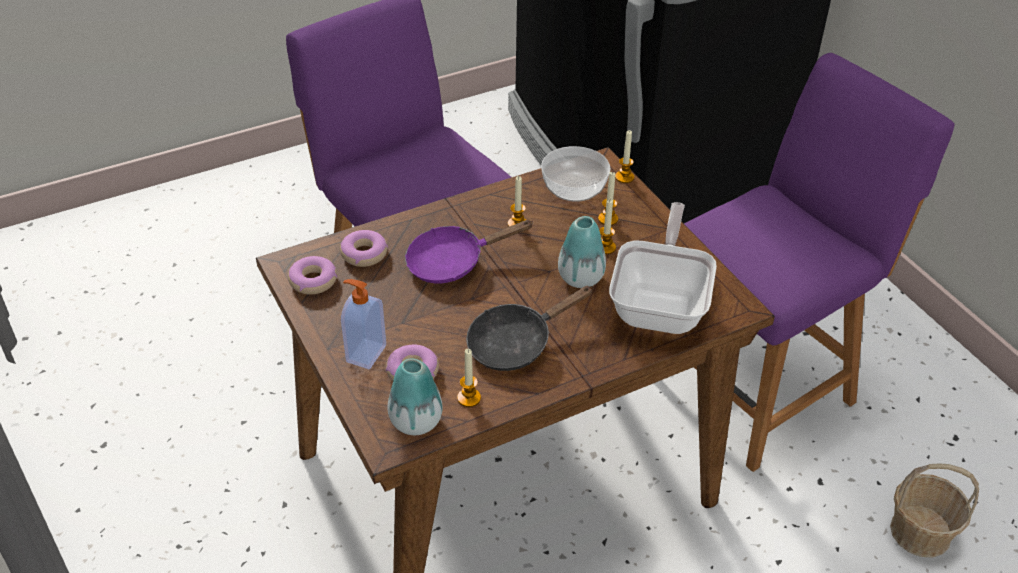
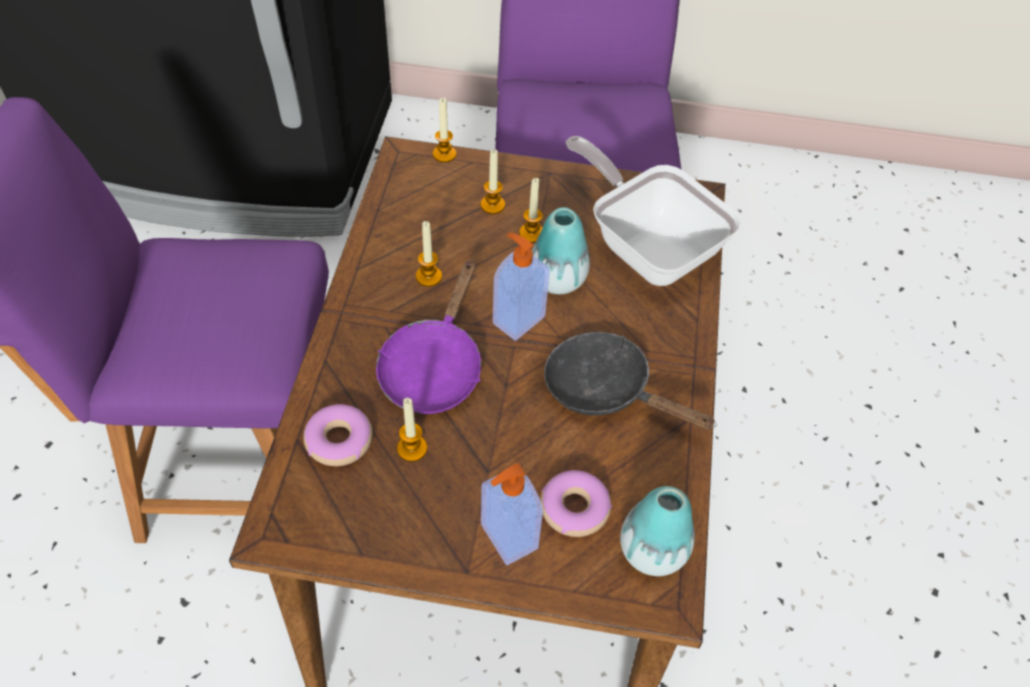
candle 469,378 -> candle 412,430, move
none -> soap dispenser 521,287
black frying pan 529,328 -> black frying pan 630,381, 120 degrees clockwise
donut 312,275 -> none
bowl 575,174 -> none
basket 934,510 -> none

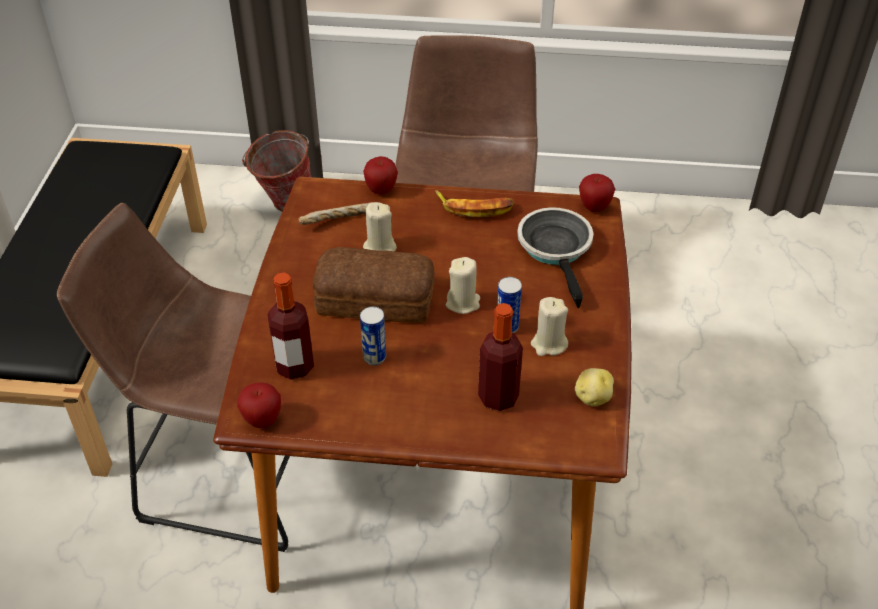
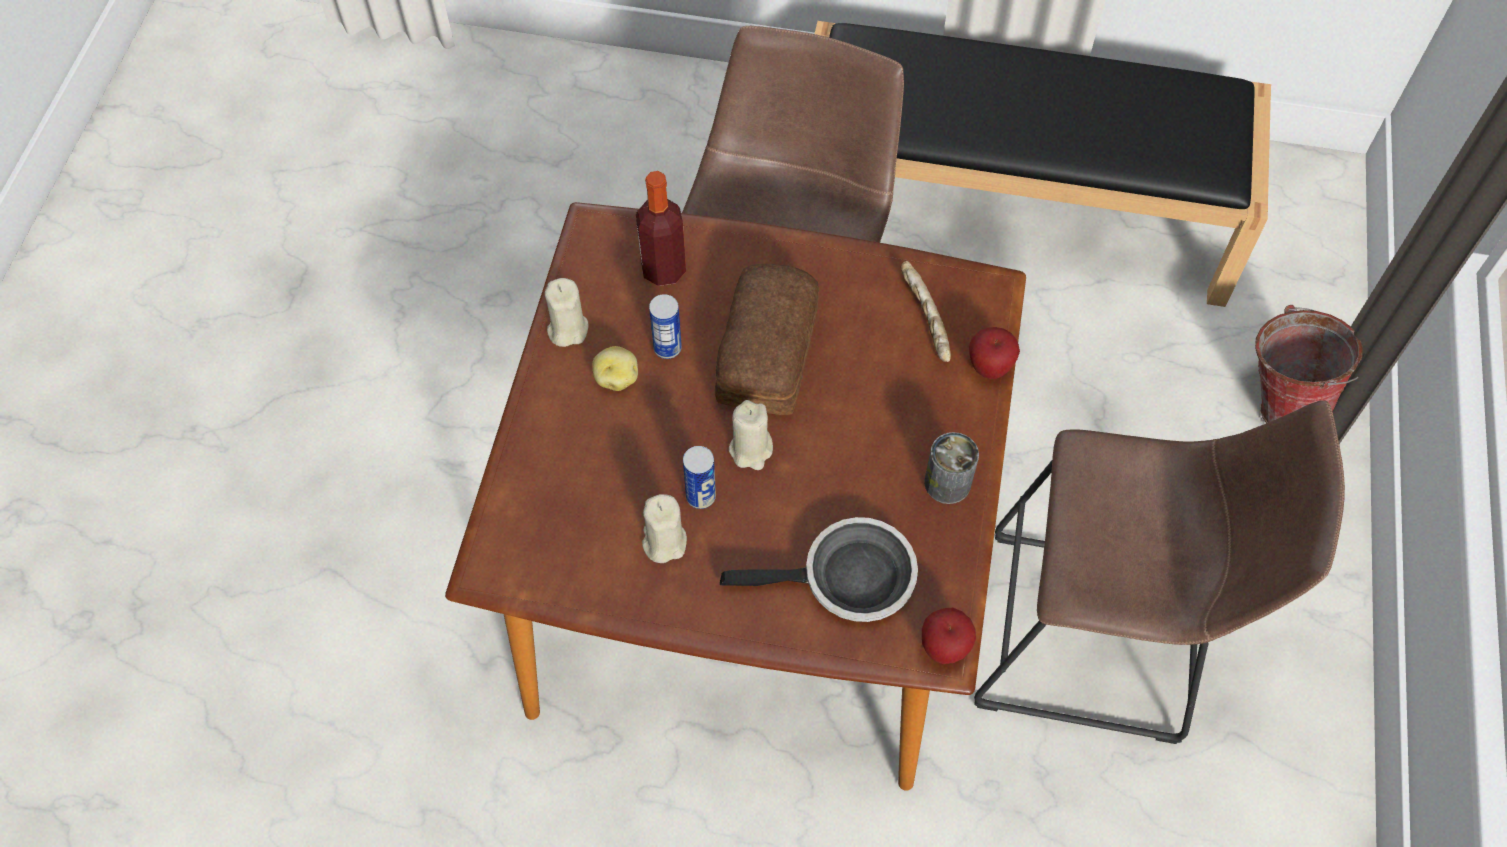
beige candle 380,226 -> beige candle 567,312, move
potato 594,387 -> potato 615,368, move
banana 474,203 -> can 951,468
apple 259,405 -> none
bottle 500,357 -> none

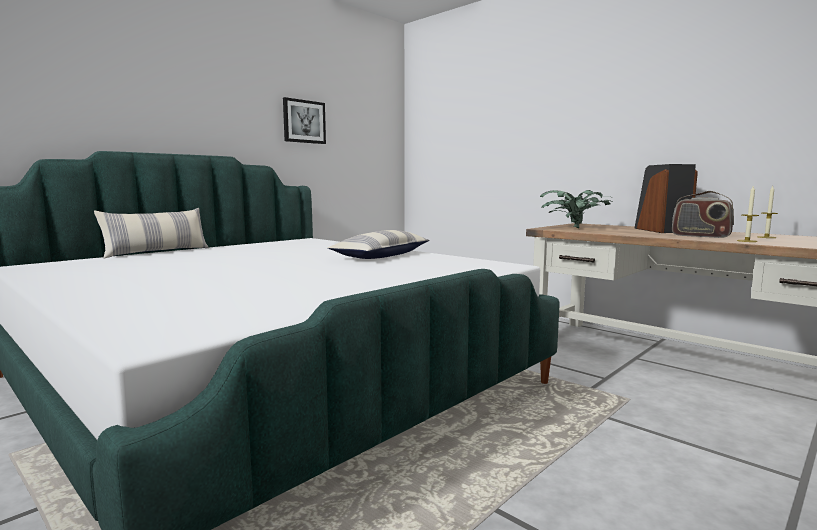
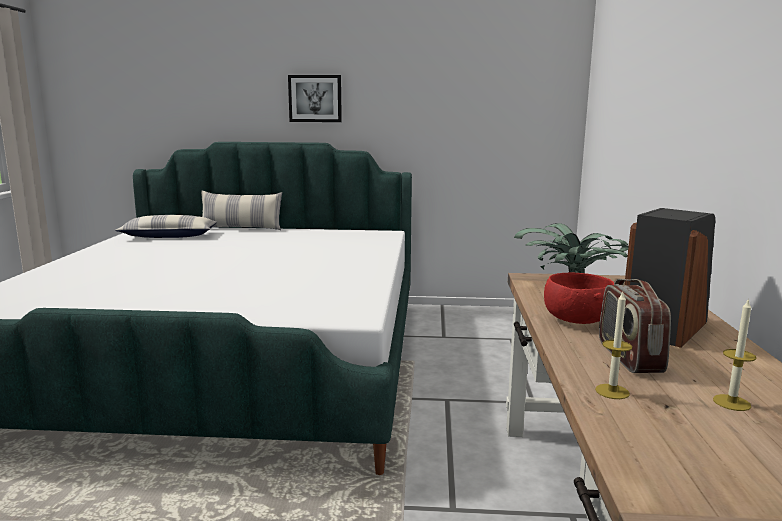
pillow 379,244 -> pillow 166,226, move
picture 304,120 -> picture 315,98, move
none -> red bowl 579,298

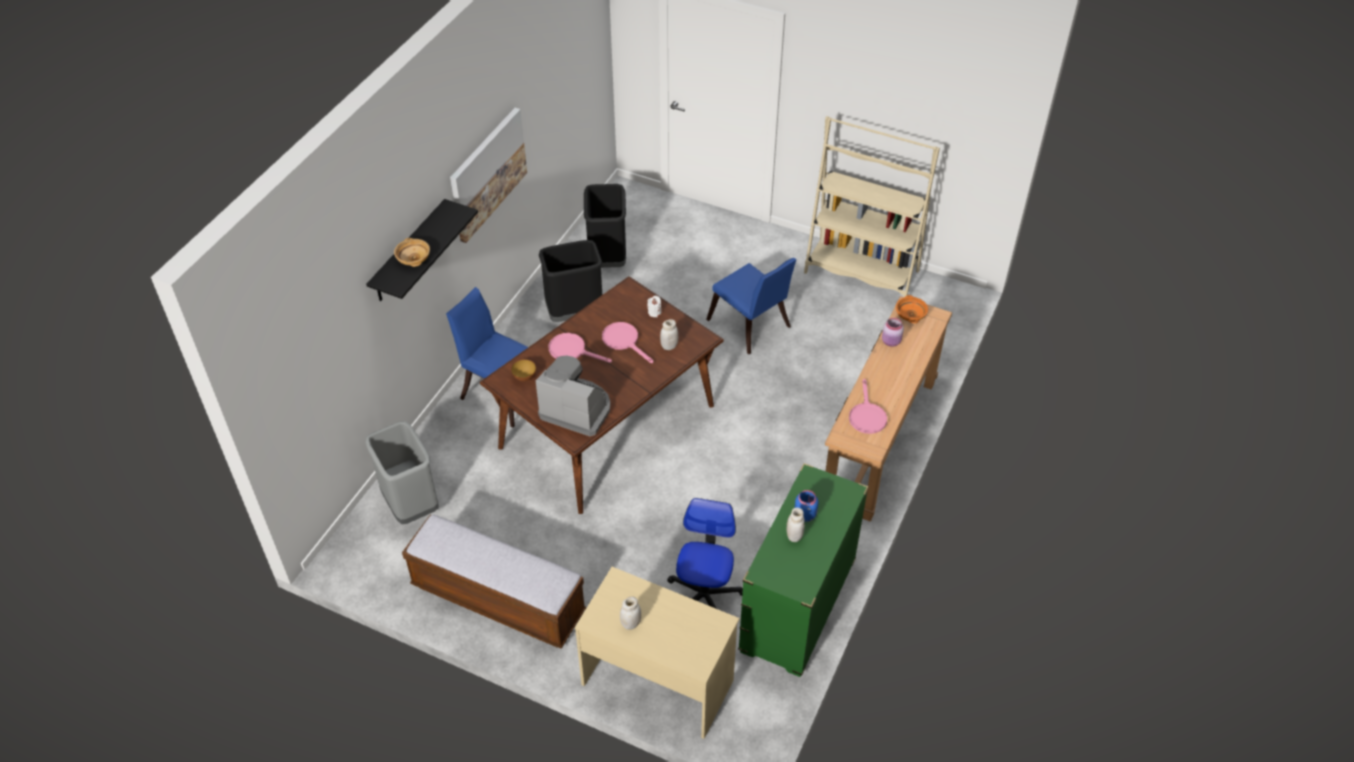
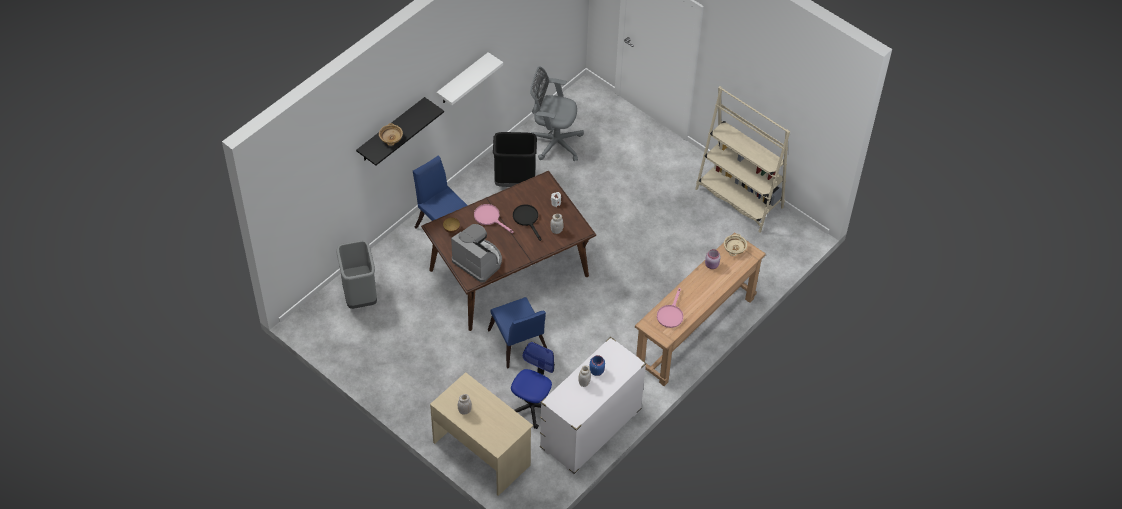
picture 488,175 -> white shelf 470,78
blue chair 751,306 -> blue chair 517,333, move
pink frying pan 627,342 -> black frying pan 527,222
black trash can 605,226 -> grey office chair 557,113
green dresser 803,570 -> white dresser 593,406
orange bowl 912,309 -> beige bowl 735,245
bench 494,581 -> none

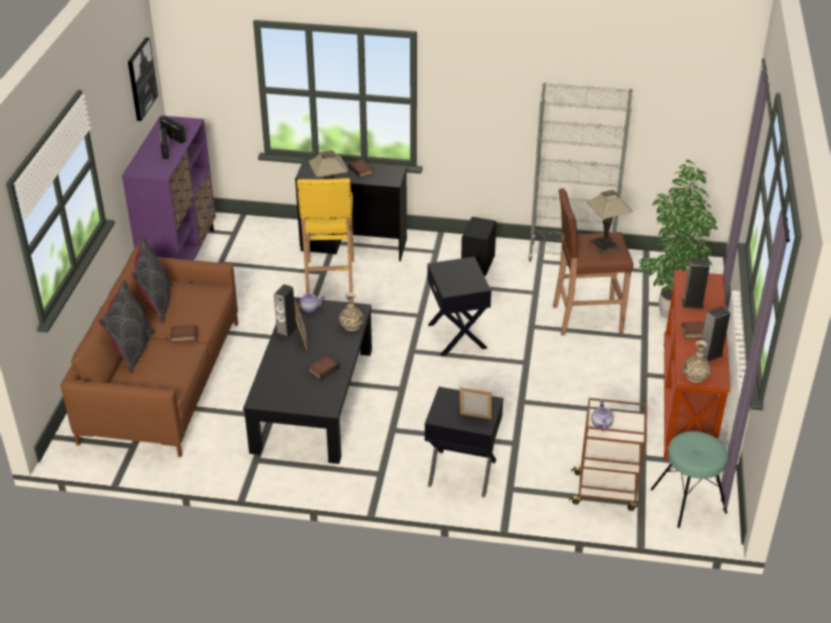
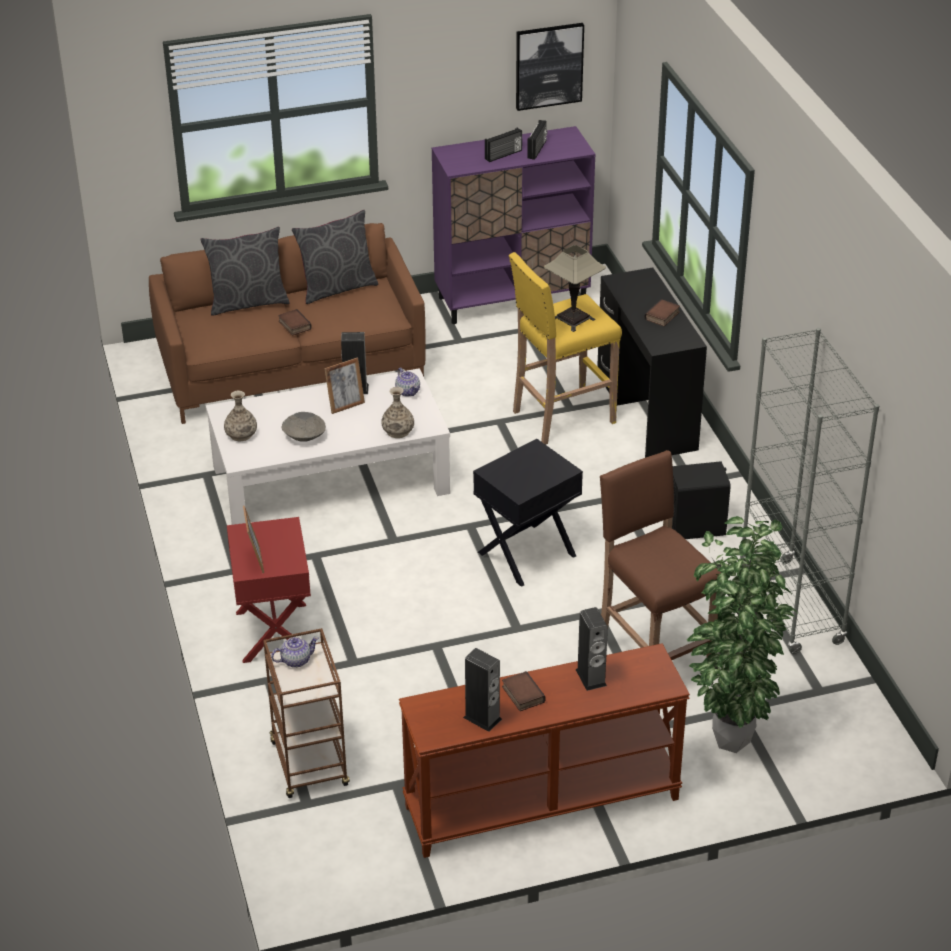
black coffee table 307,380 -> white coffee table 328,446
vase 697,361 -> vase 240,416, move
black side table 464,442 -> red side table 269,590
book 324,367 -> grey bowl 303,427
table lamp 609,222 -> none
turquoise stool 689,479 -> none

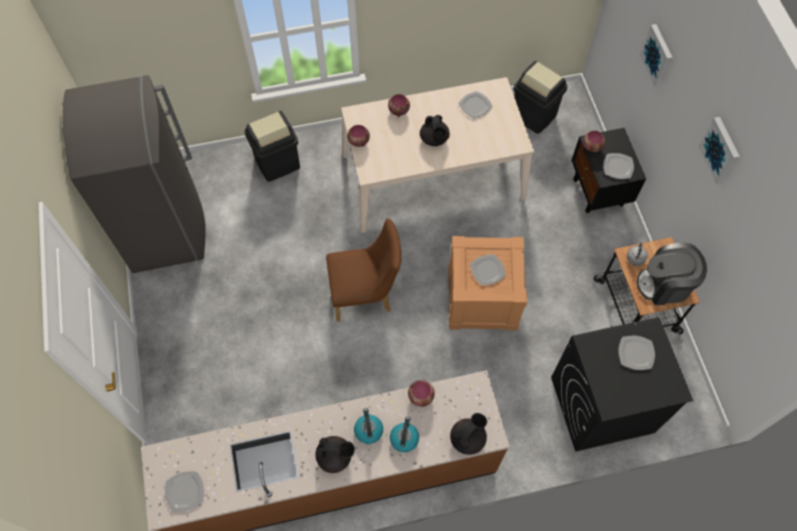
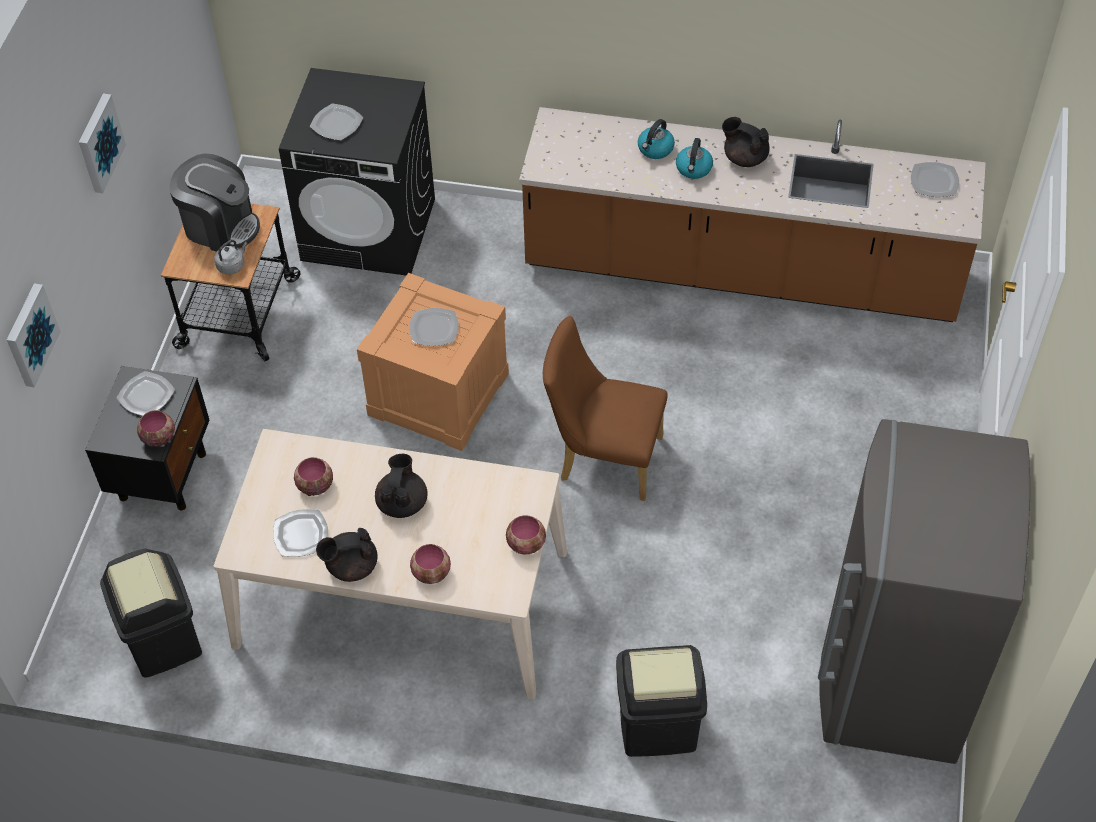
bowl 421,393 -> bowl 313,476, move
black teapot 468,434 -> black teapot 346,555, move

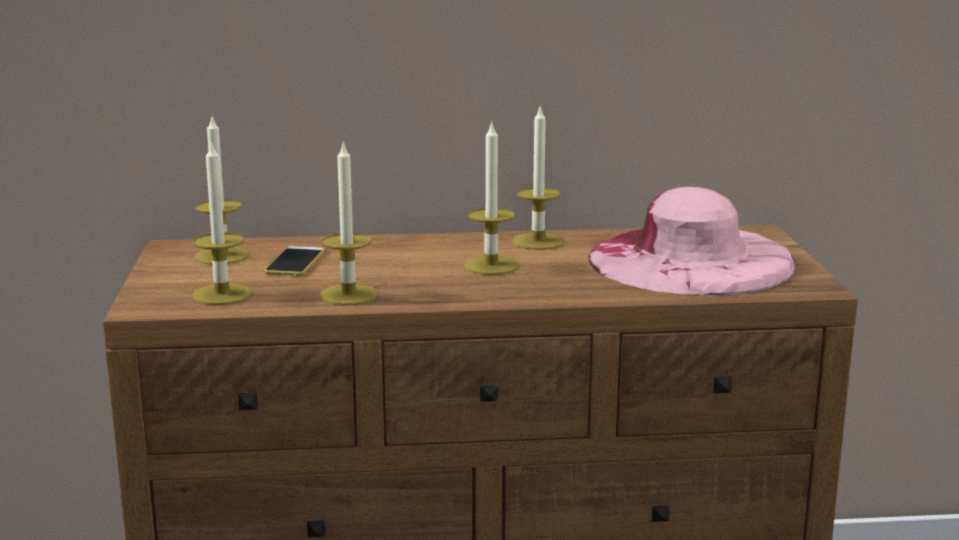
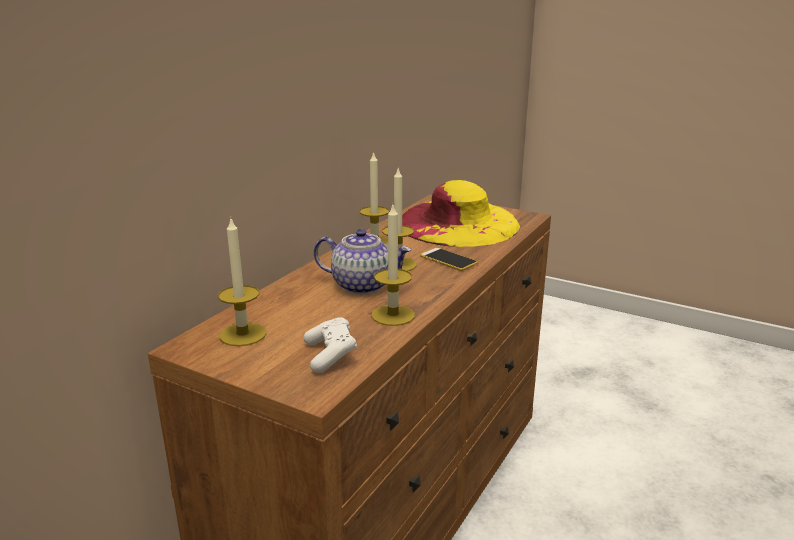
candle 222,223 -> white game controller 330,345
none -> teapot 363,262
pink hat 692,241 -> yellow hat 461,213
phone 294,261 -> phone 449,259, move

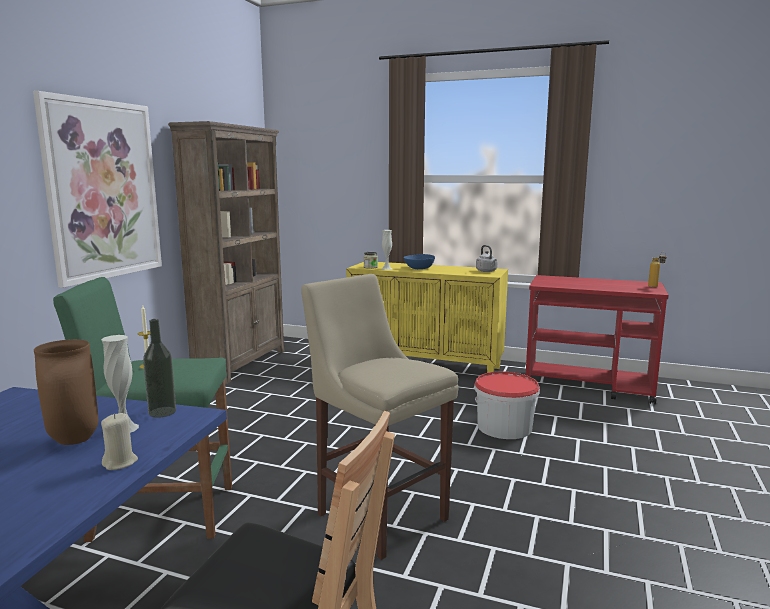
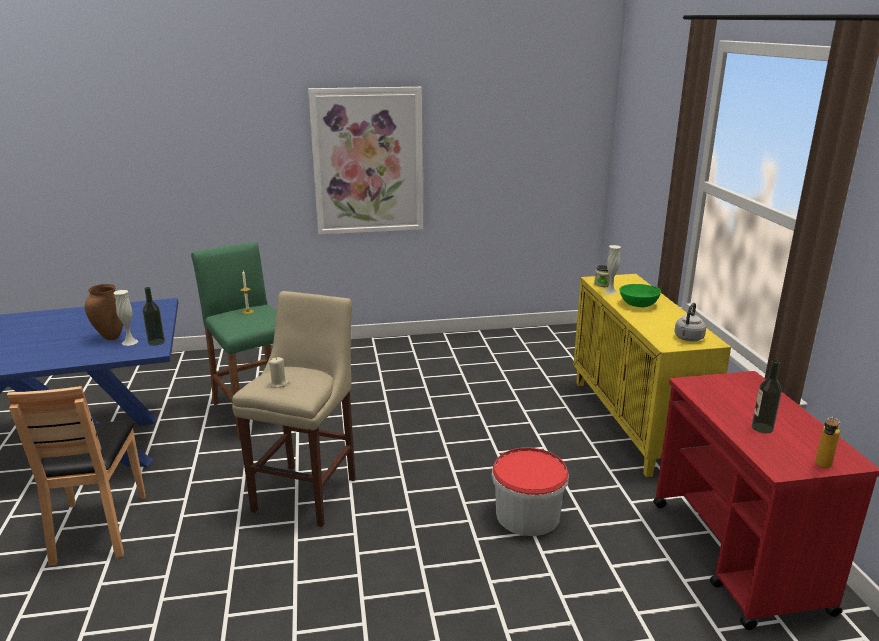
beige candle 119,441 -> beige candle 279,372, move
blue bowl 419,261 -> green bowl 640,295
none -> bottle 767,397
brown bookcase 226,252 -> none

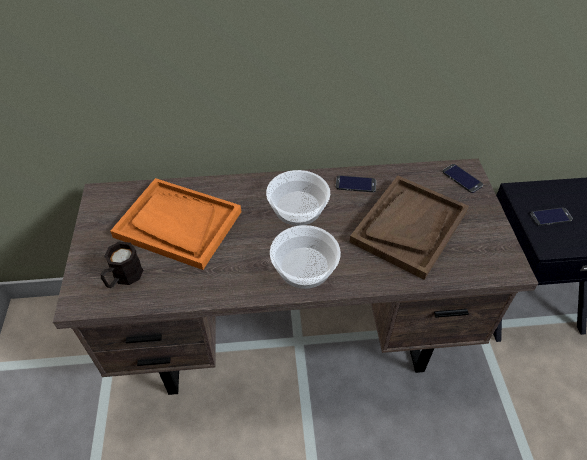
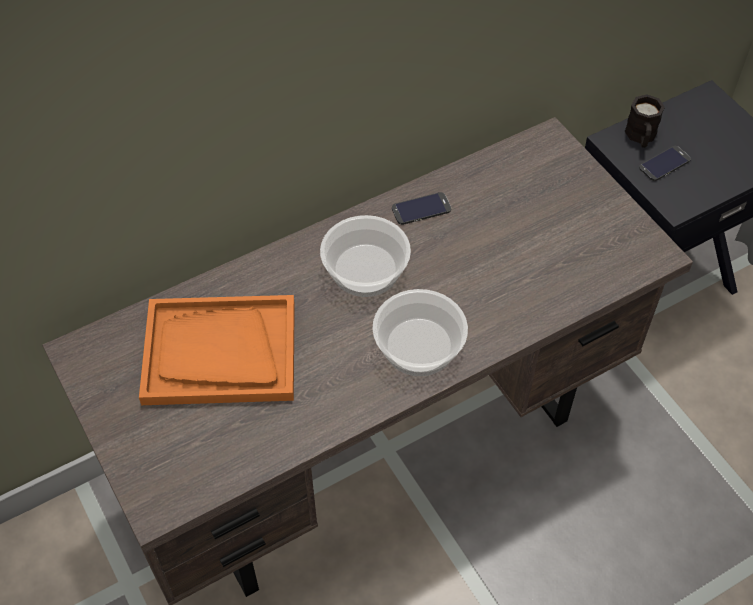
black mug 122,265 -> black mug 645,121, move
brown tray 409,228 -> none
phone 463,178 -> none

